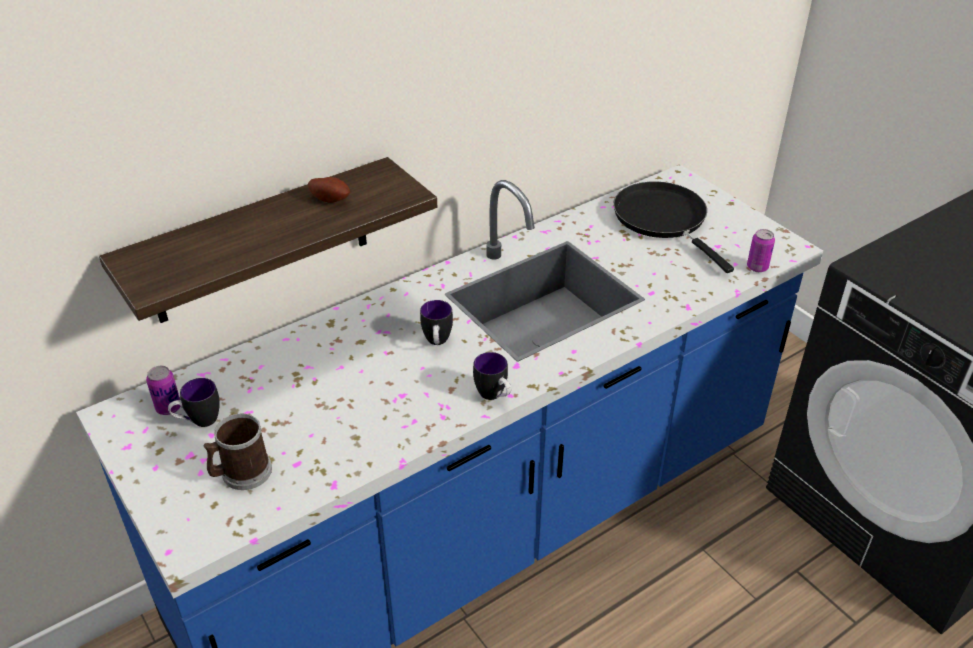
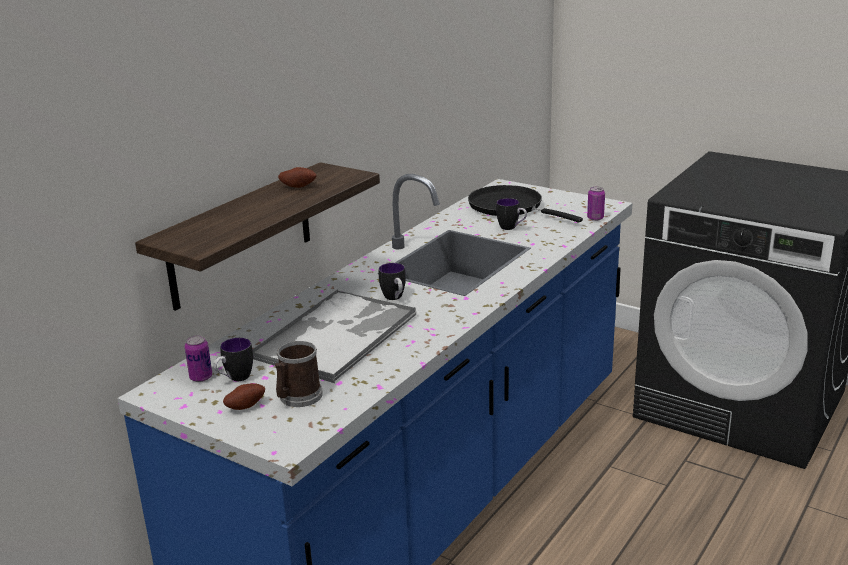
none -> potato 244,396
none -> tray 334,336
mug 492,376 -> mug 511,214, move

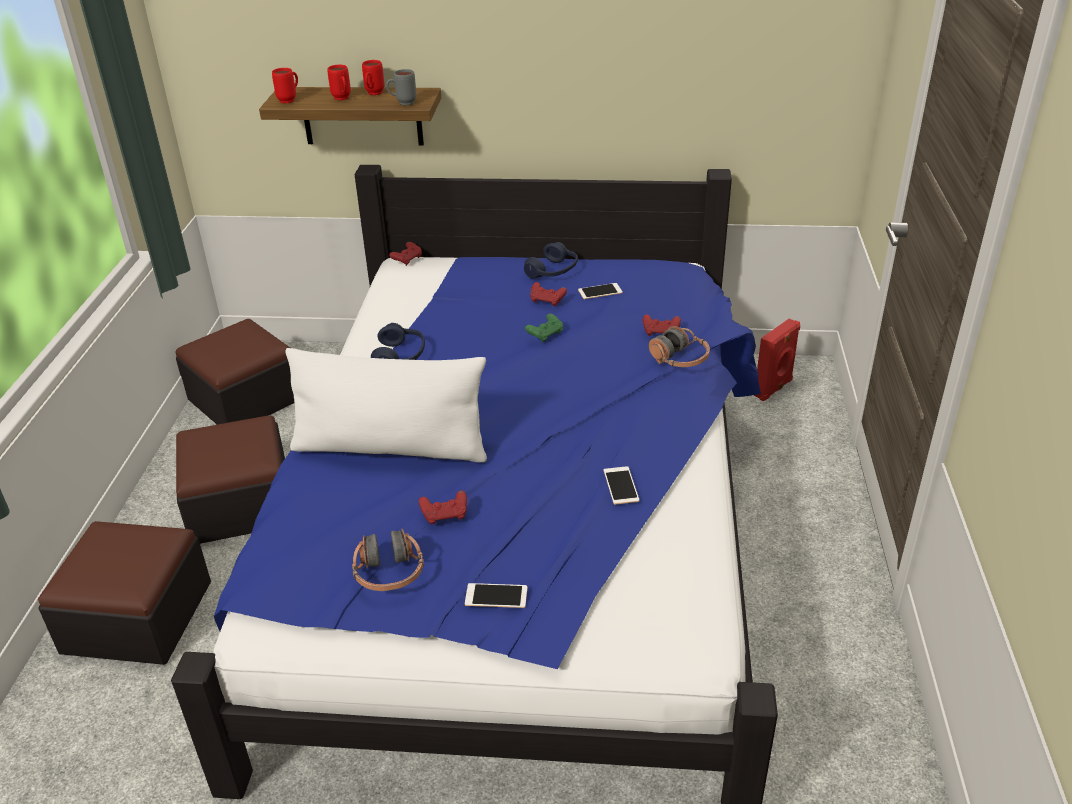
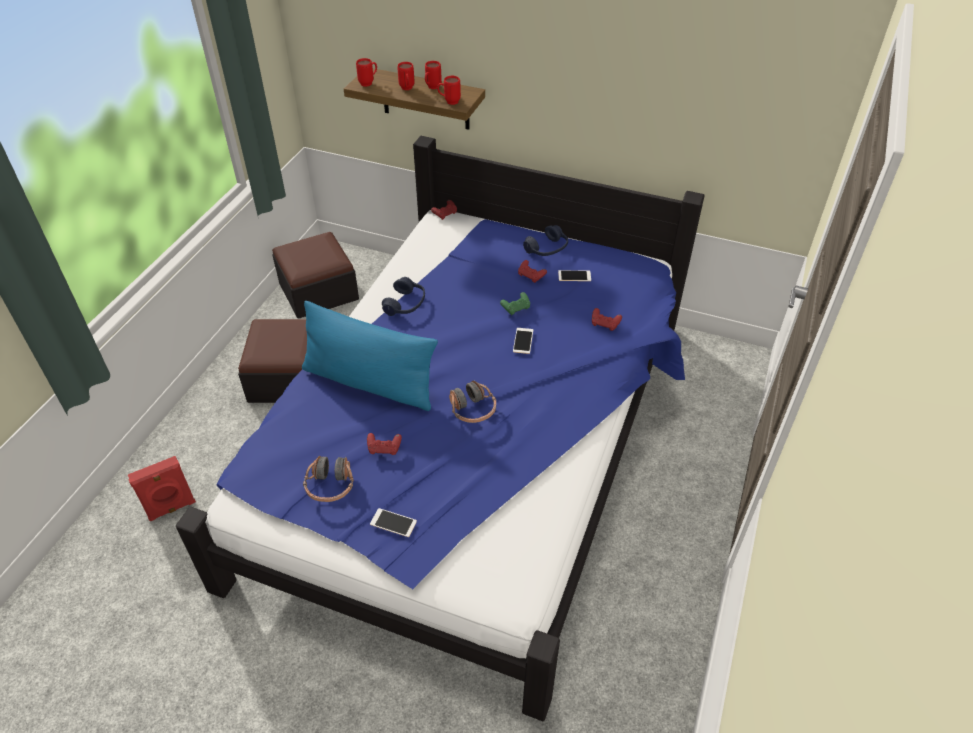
red speaker 777,360 -> red speaker 162,488, move
white pillow 386,405 -> blue pillow 370,356
grey mug 401,87 -> red mug 449,90
headphones 679,346 -> headphones 472,401, move
phone 621,485 -> phone 523,341, move
ottoman 124,593 -> none

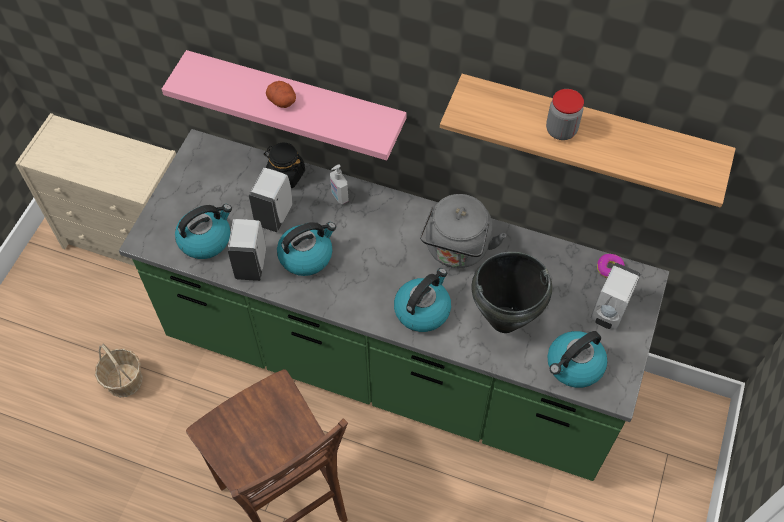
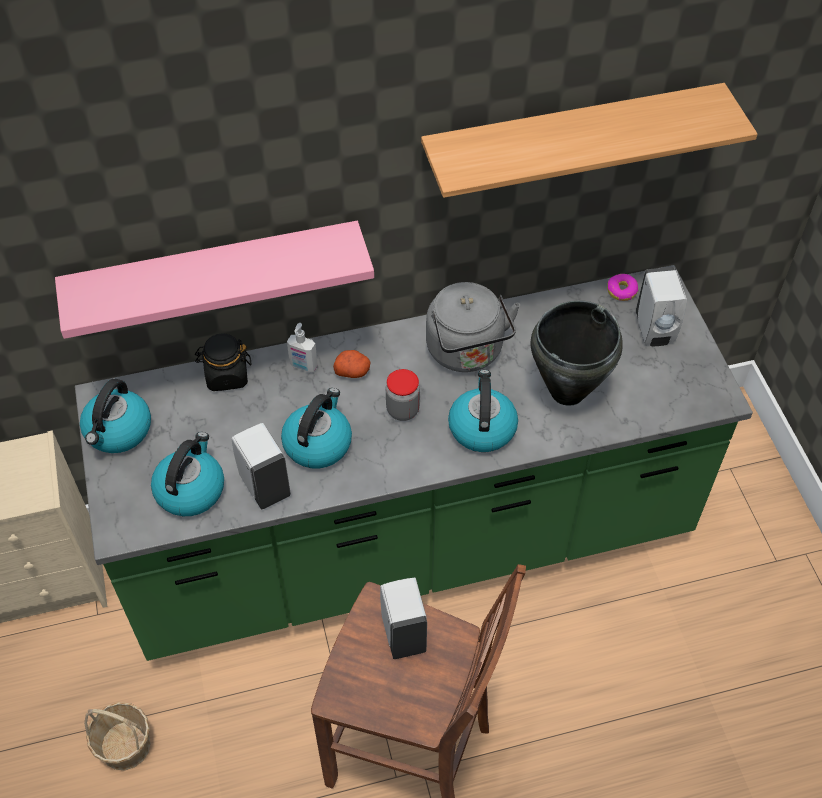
kettle 577,359 -> kettle 115,416, move
potato 281,94 -> potato 352,364, move
white soap dispenser 270,200 -> white soap dispenser 403,618, move
jar 565,114 -> jar 403,395, move

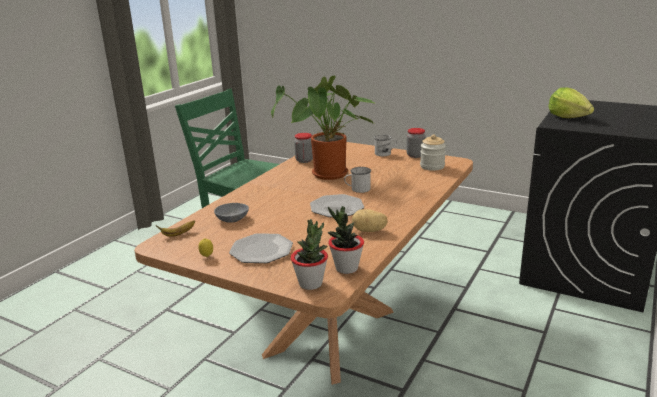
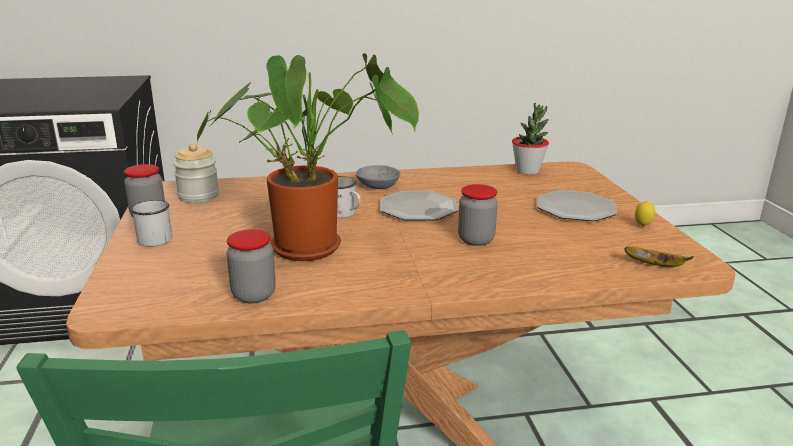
grey bowl 231,213 -> grey bowl 378,177, move
none -> jar 478,215
potted plant 309,254 -> none
potato 370,220 -> none
lettuce 571,102 -> none

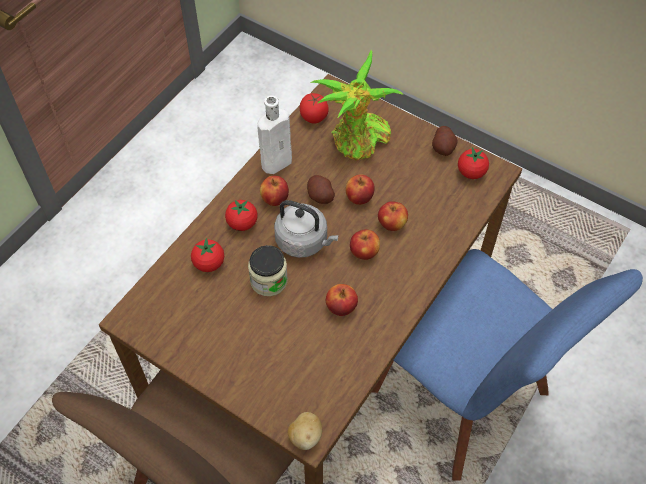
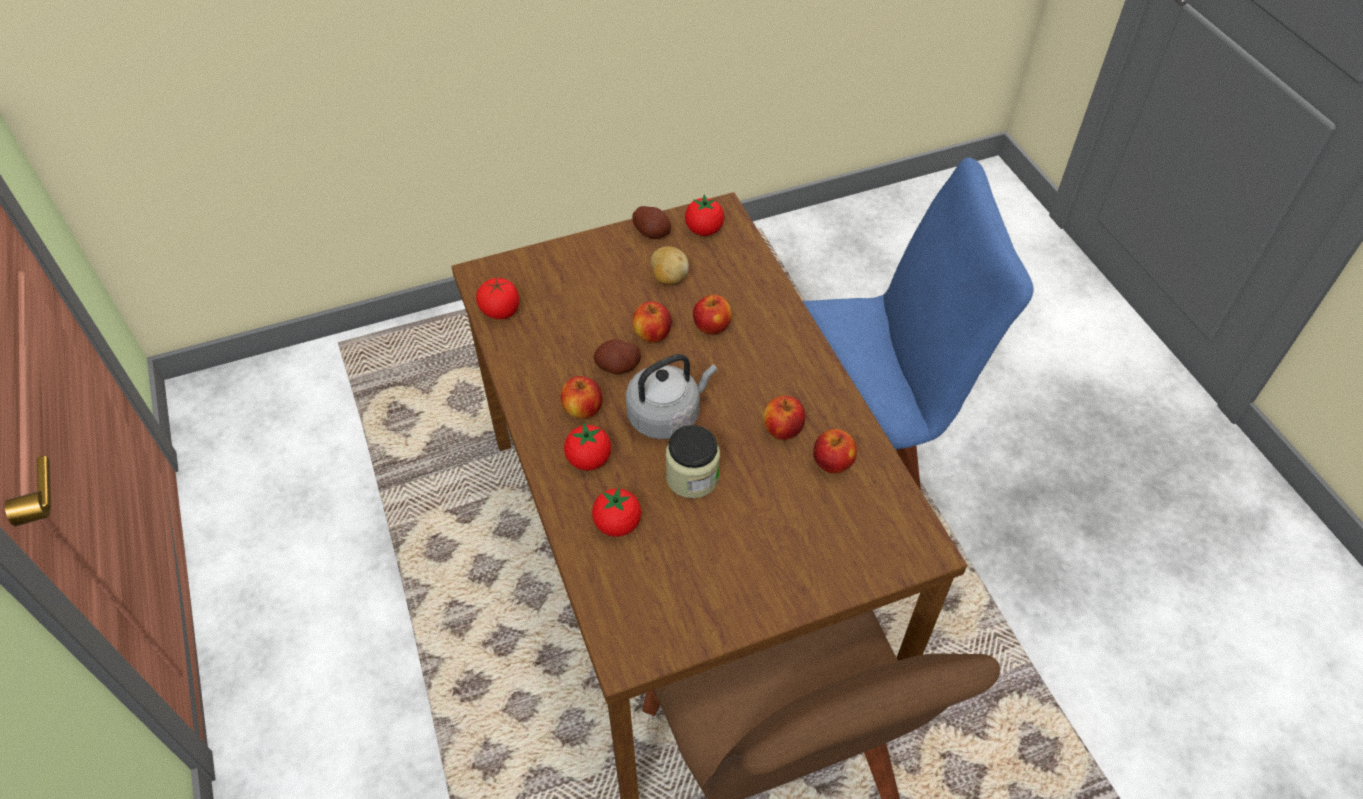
potato 305,431 -> potato 670,265, move
apple 365,244 -> apple 835,451, move
white bottle 274,134 -> none
potted plant 357,105 -> none

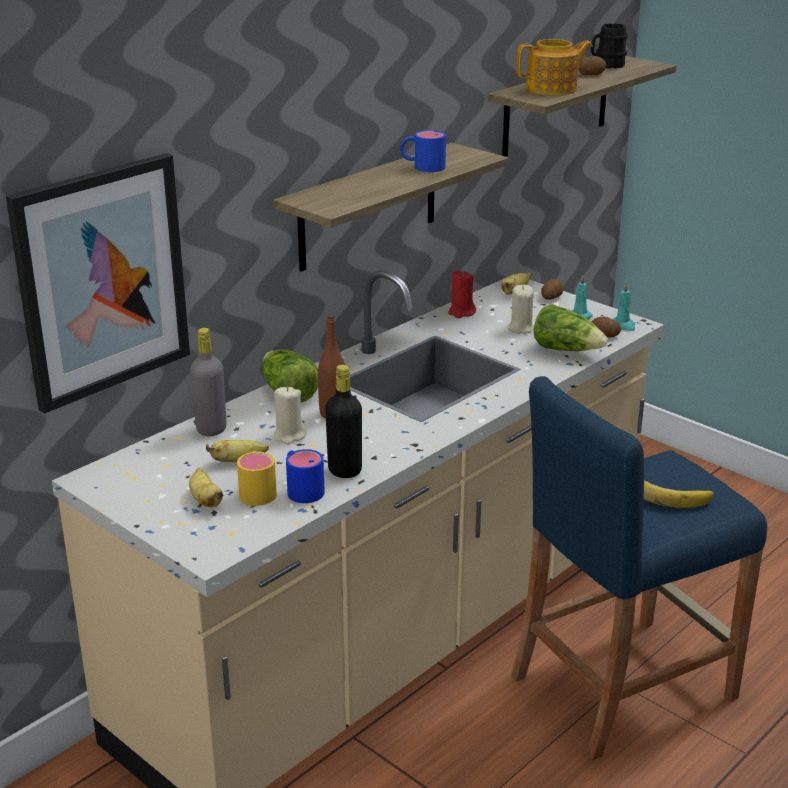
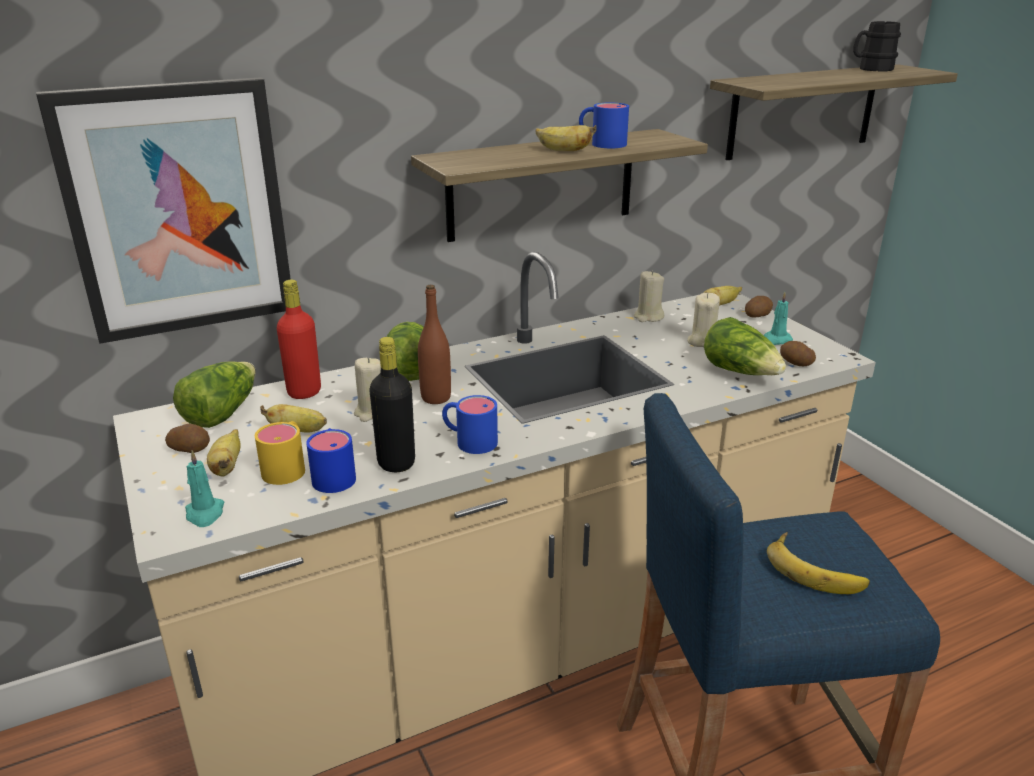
potato 592,65 -> potato 187,438, move
none -> lettuce 214,395
turquoise candle 623,307 -> turquoise candle 204,488, move
grey bottle 208,382 -> red bottle 299,339
none -> blue mug 470,424
none -> banana 566,138
red candle 462,294 -> beige candle 649,296
teapot 554,67 -> none

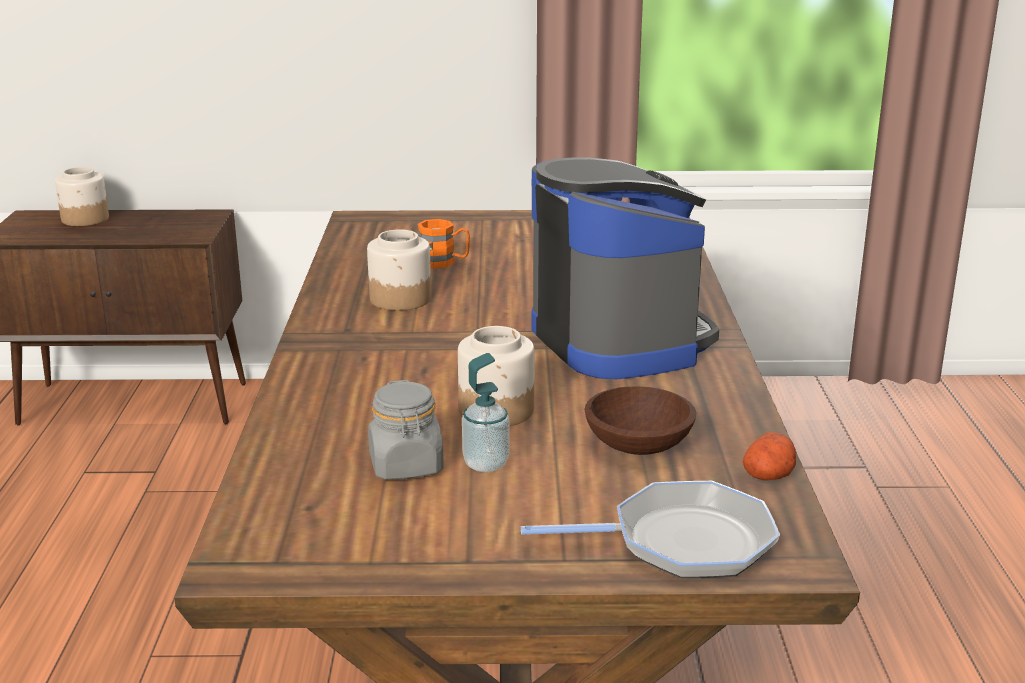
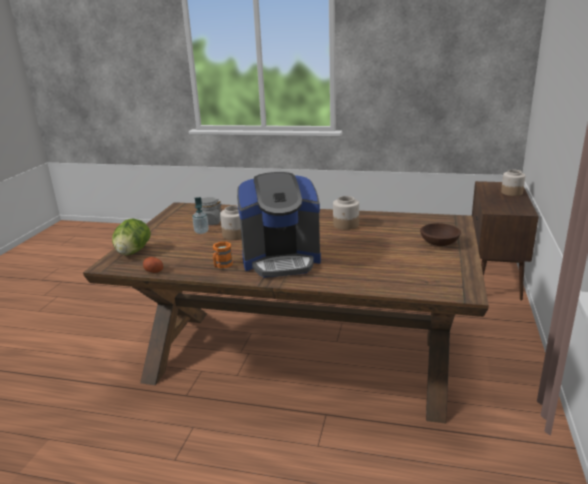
frying pan 650,529 -> lettuce 131,237
orange mug 444,244 -> orange mug 223,255, move
brown bowl 640,420 -> brown bowl 440,234, move

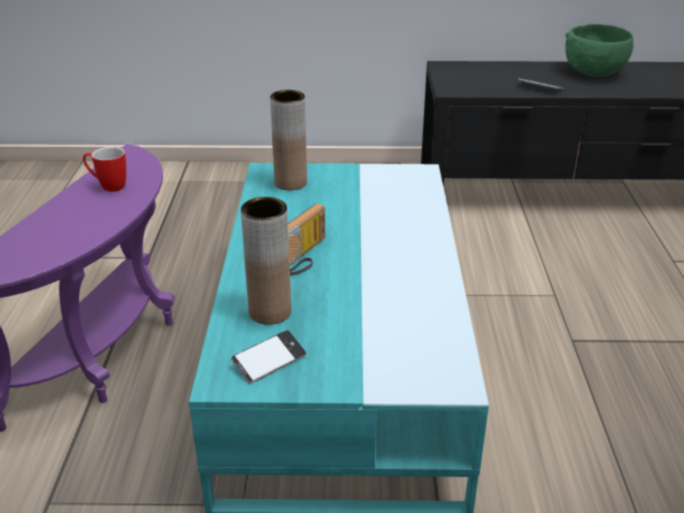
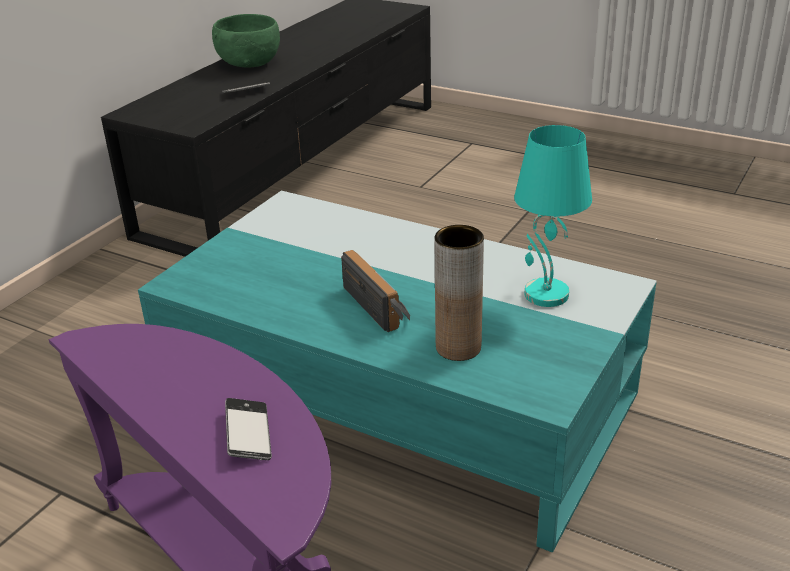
phone 268,357 -> phone 248,429, move
none -> turquoise table lamp 553,216
mug 104,169 -> none
brown vase 288,140 -> none

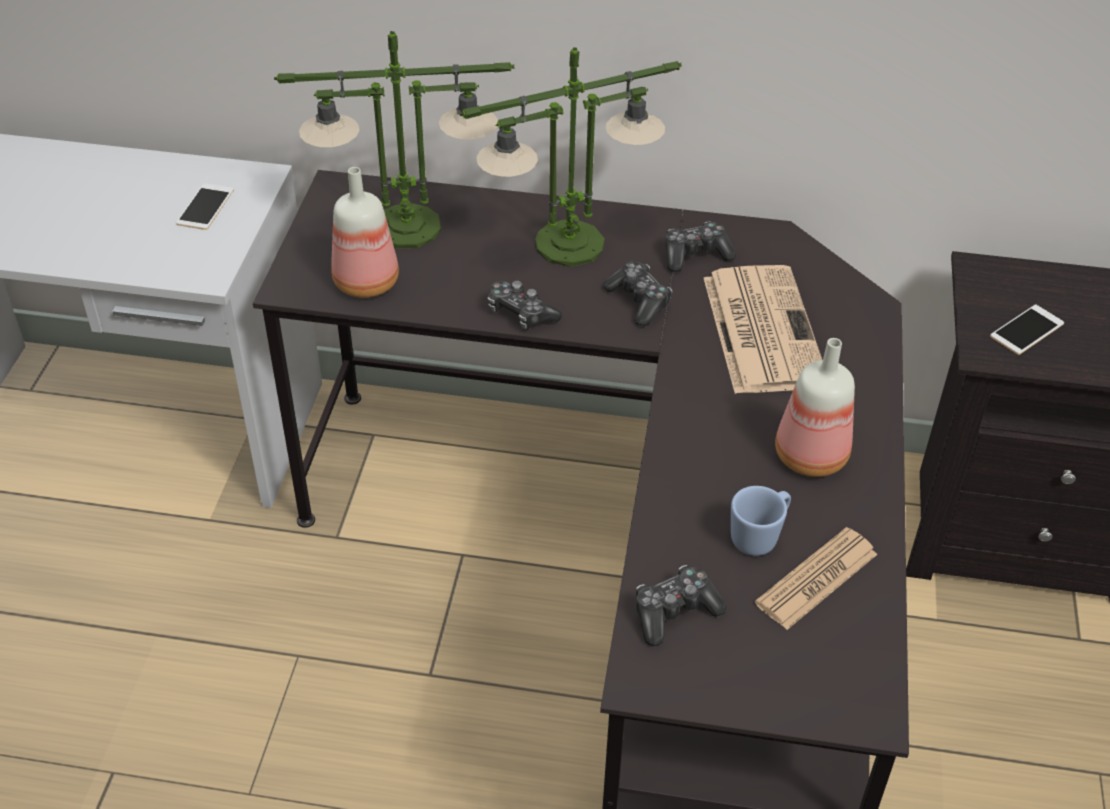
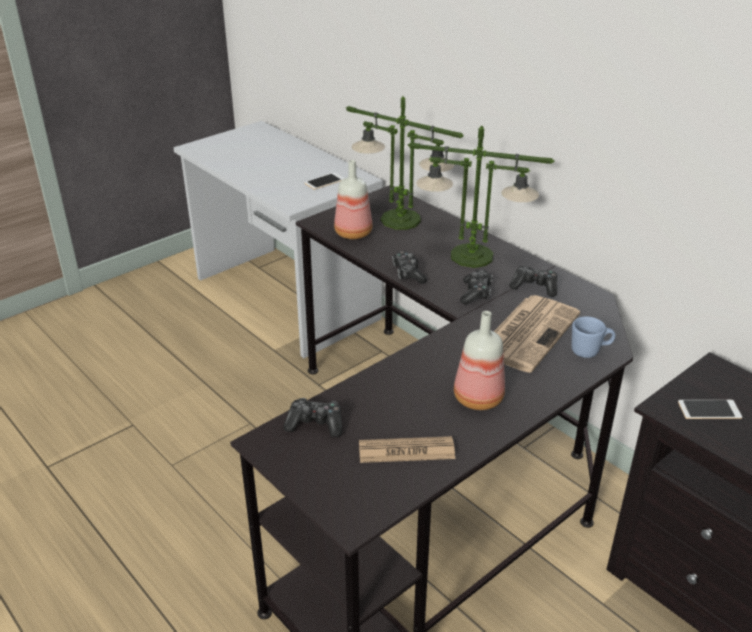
blue mug 761,521 -> blue mug 593,337, move

